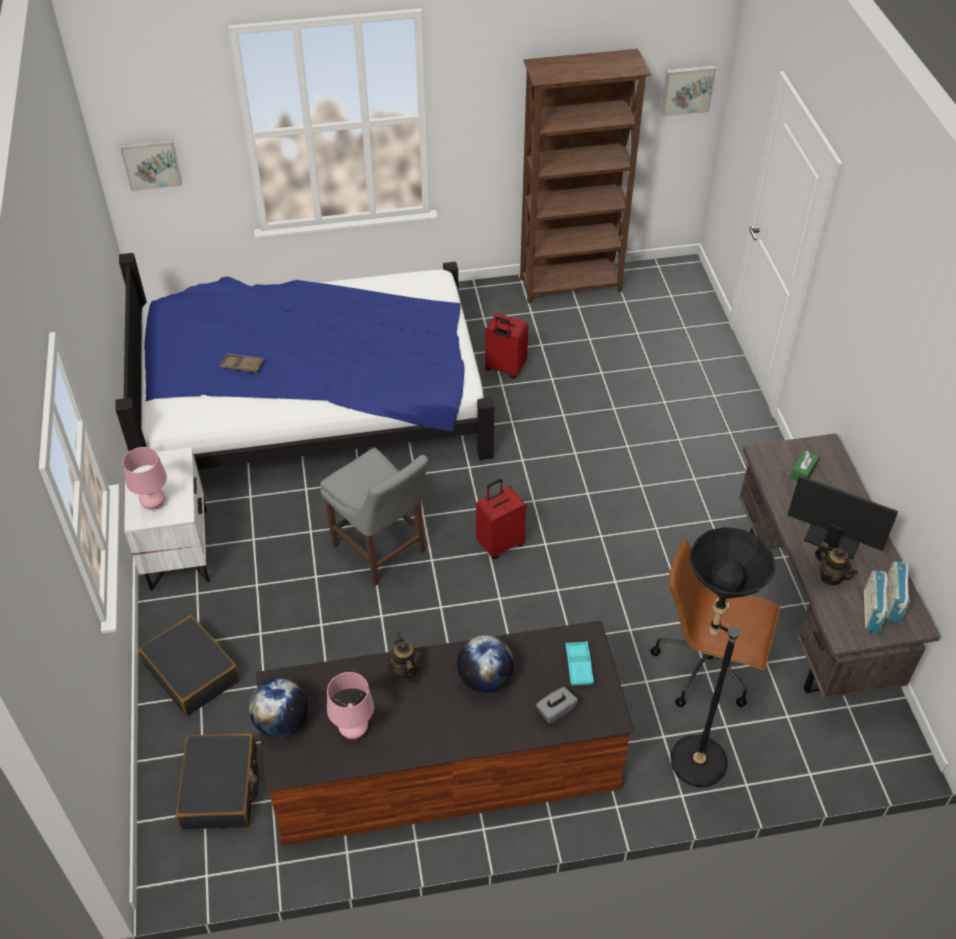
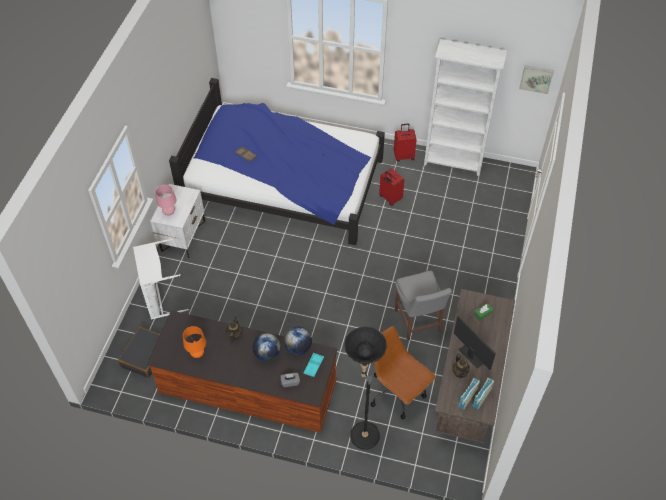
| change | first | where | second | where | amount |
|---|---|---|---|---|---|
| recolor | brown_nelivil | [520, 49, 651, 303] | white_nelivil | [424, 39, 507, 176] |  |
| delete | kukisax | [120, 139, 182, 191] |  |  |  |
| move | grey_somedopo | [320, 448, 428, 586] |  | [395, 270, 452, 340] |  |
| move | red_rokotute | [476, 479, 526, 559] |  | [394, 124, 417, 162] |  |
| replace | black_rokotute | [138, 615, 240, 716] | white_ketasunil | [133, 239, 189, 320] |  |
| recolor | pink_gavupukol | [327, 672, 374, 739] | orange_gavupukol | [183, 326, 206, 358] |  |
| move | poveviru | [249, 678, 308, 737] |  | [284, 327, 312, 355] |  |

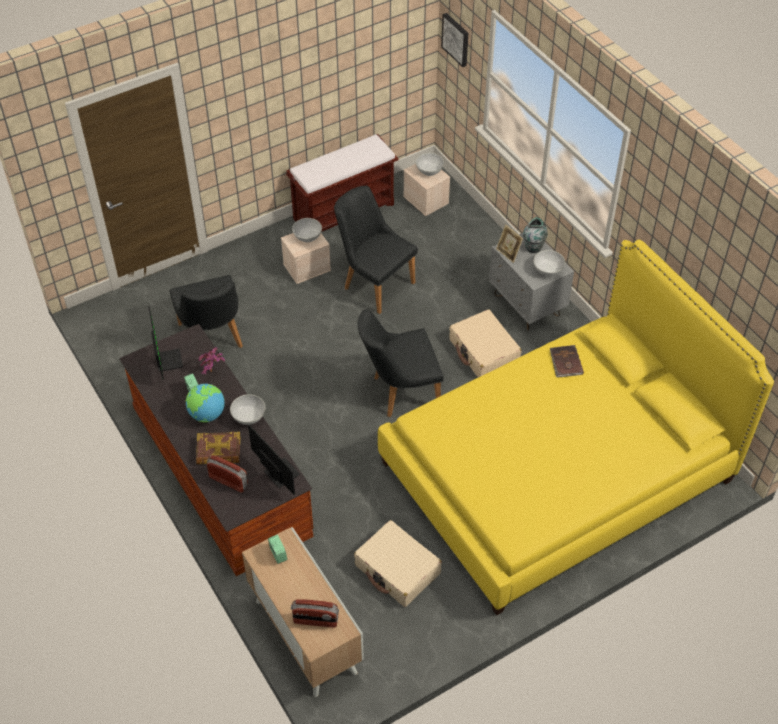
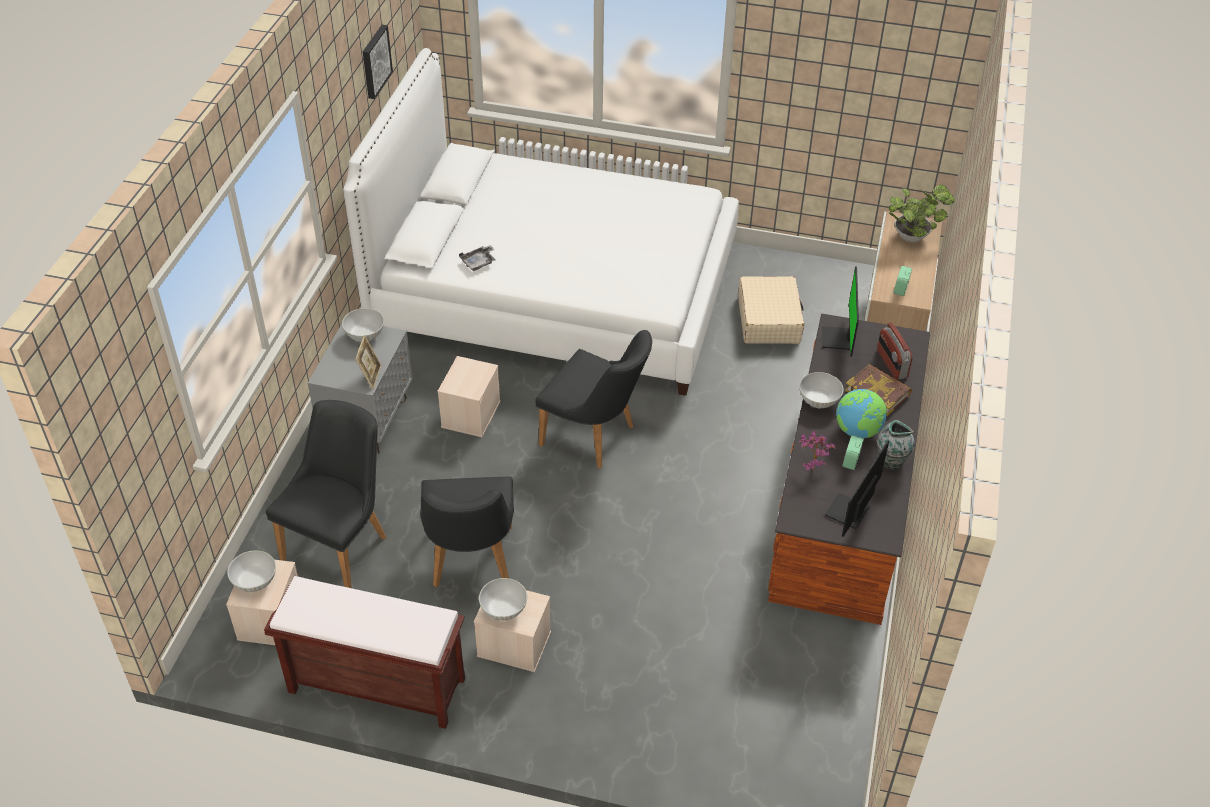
| change | first | where | second | where | amount |
|---|---|---|---|---|---|
| move | kukisax | [441, 13, 468, 67] |  | [363, 25, 393, 99] |  |
| move | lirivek | [523, 217, 548, 253] |  | [877, 420, 914, 470] |  |
| recolor | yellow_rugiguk | [378, 240, 774, 615] | white_rugiguk | [343, 48, 739, 396] |  |
| move | black_somedopo | [169, 275, 243, 348] |  | [266, 400, 386, 588] |  |
| replace | beige_rokotute | [449, 309, 521, 377] | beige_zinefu | [437, 356, 500, 437] |  |
| replace | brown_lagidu | [550, 345, 584, 378] | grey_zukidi | [459, 245, 496, 271] |  |
| replace | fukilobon | [291, 599, 339, 628] | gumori | [889, 184, 955, 243] |  |

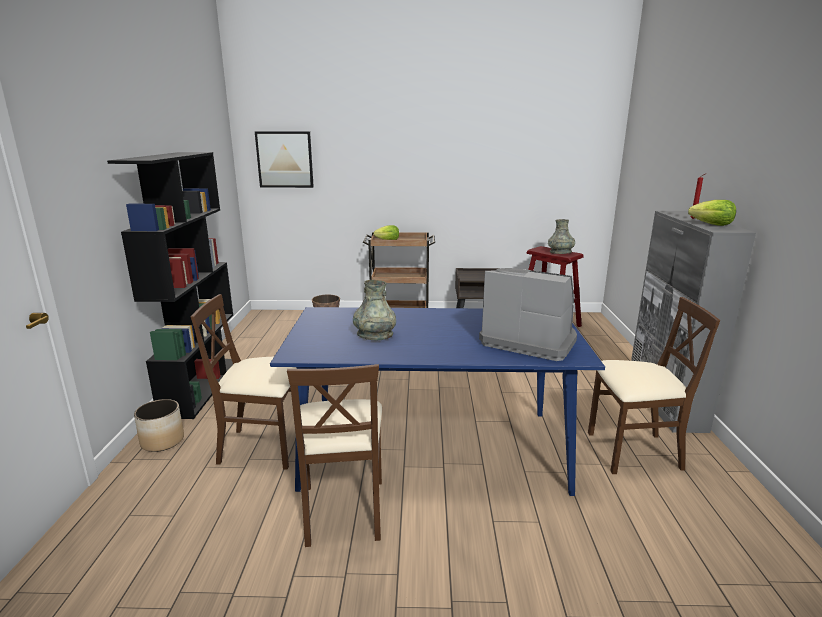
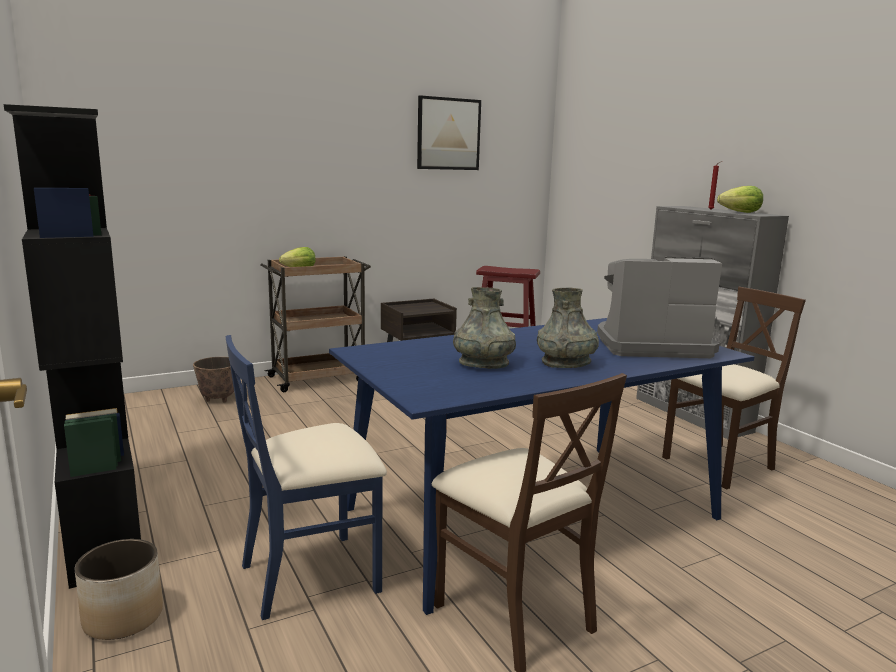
| change | first | where | second | where | amount |
|---|---|---|---|---|---|
| move | kukisax | [255, 131, 314, 188] |  | [417, 95, 481, 170] |  |
| move | grey_lirivek | [548, 219, 575, 254] |  | [537, 288, 599, 368] |  |
| recolor | brown_somedopo | [191, 294, 296, 470] | blue_somedopo | [226, 335, 387, 620] |  |

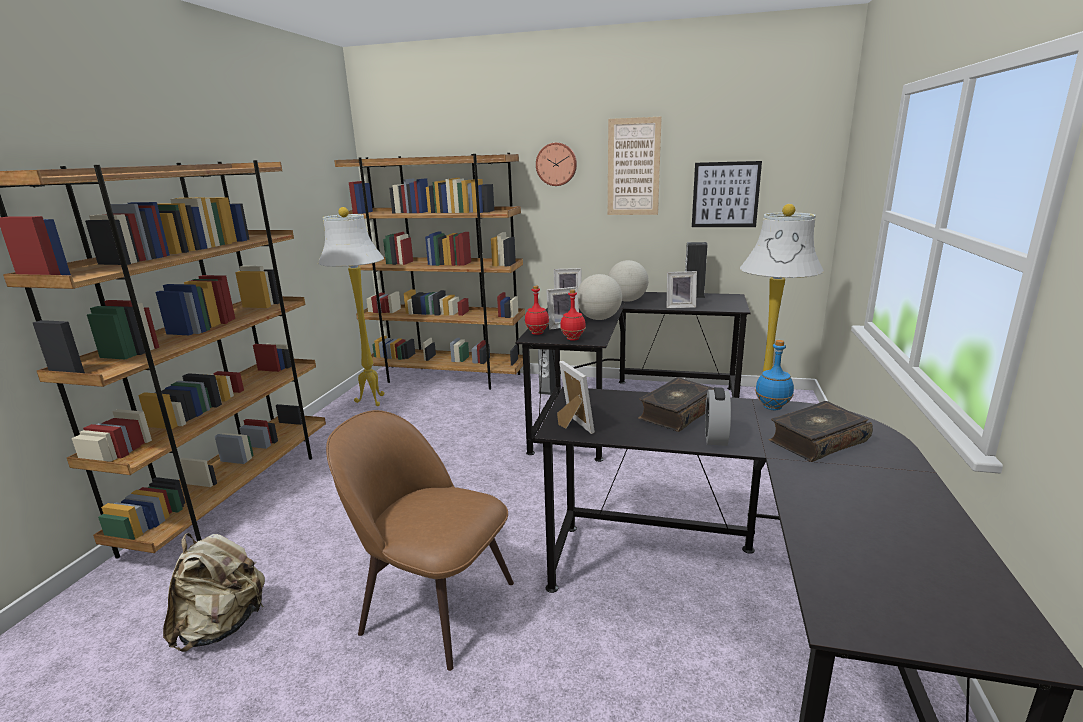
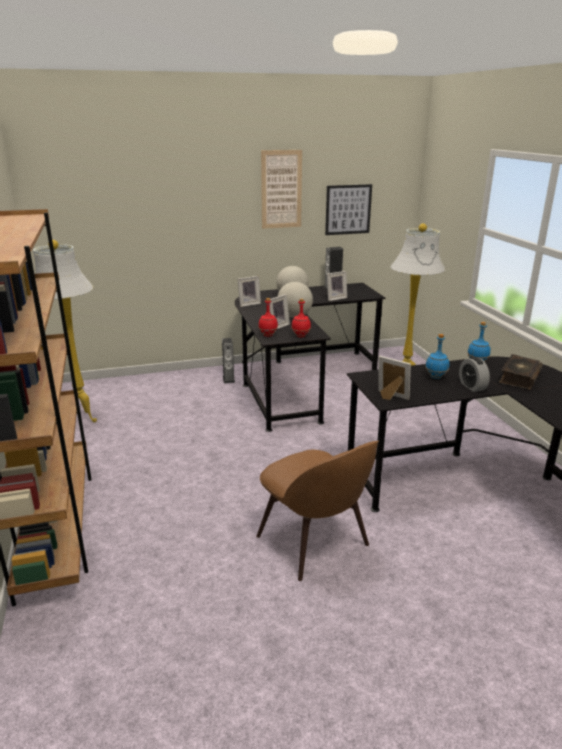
| change | first | where | second | where | amount |
|---|---|---|---|---|---|
| delete | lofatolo | [536, 143, 577, 186] |  |  |  |
| delete | brown_nelivil | [334, 153, 525, 390] |  |  |  |
| replace | lagidu | [638, 377, 714, 432] | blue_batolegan | [425, 334, 449, 379] |  |
| rotate | brown_somedopo | [326, 410, 514, 671] |  | [256, 441, 379, 581] | 120 degrees counterclockwise |
| delete | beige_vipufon | [163, 533, 265, 652] |  |  |  |

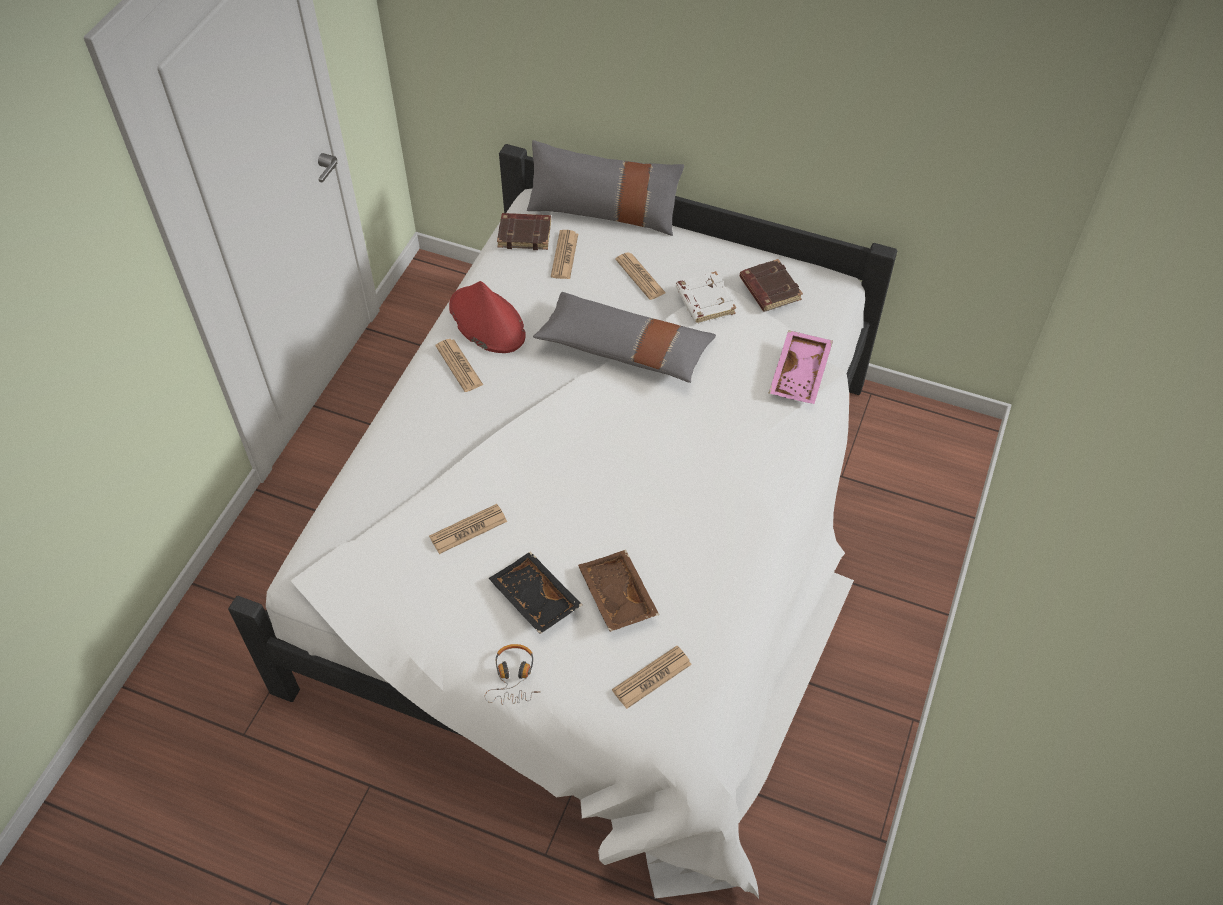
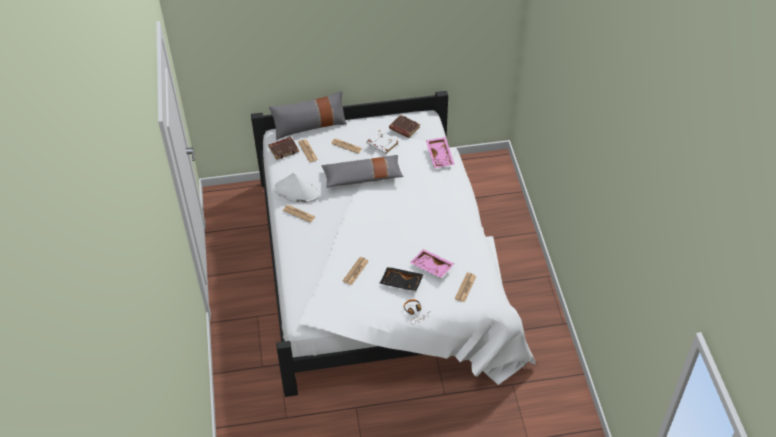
| change | first | where | second | where | amount |
|---|---|---|---|---|---|
| recolor | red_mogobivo | [449, 281, 526, 353] | white_mogobivo | [274, 173, 320, 203] |  |
| recolor | brown_zukidi | [578, 550, 659, 632] | pink_zukidi | [410, 249, 454, 278] |  |

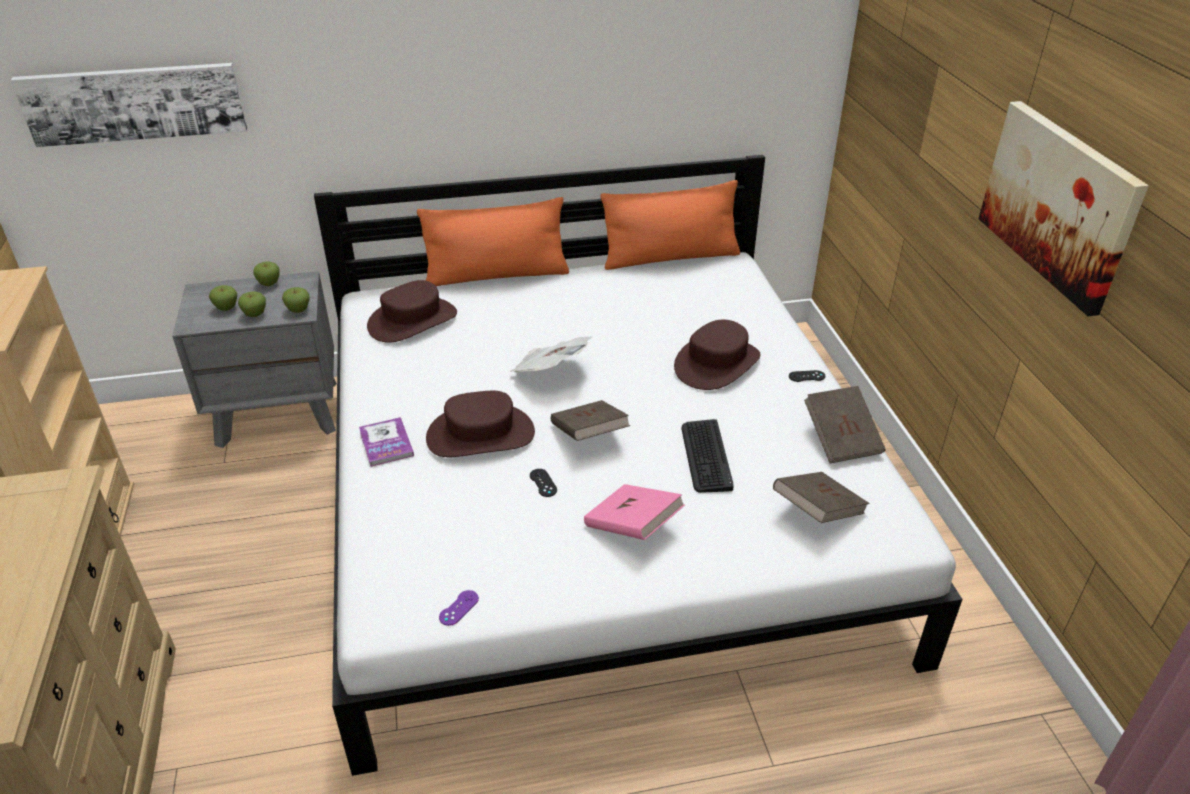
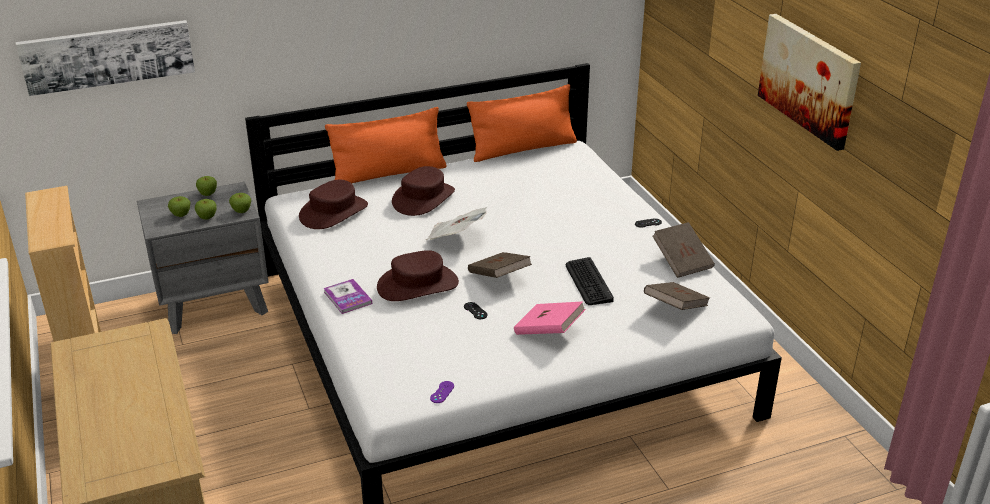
| change | first | where | second | where | amount |
|---|---|---|---|---|---|
| move | brown_mogobivo | [674, 320, 761, 390] |  | [392, 166, 455, 216] |  |

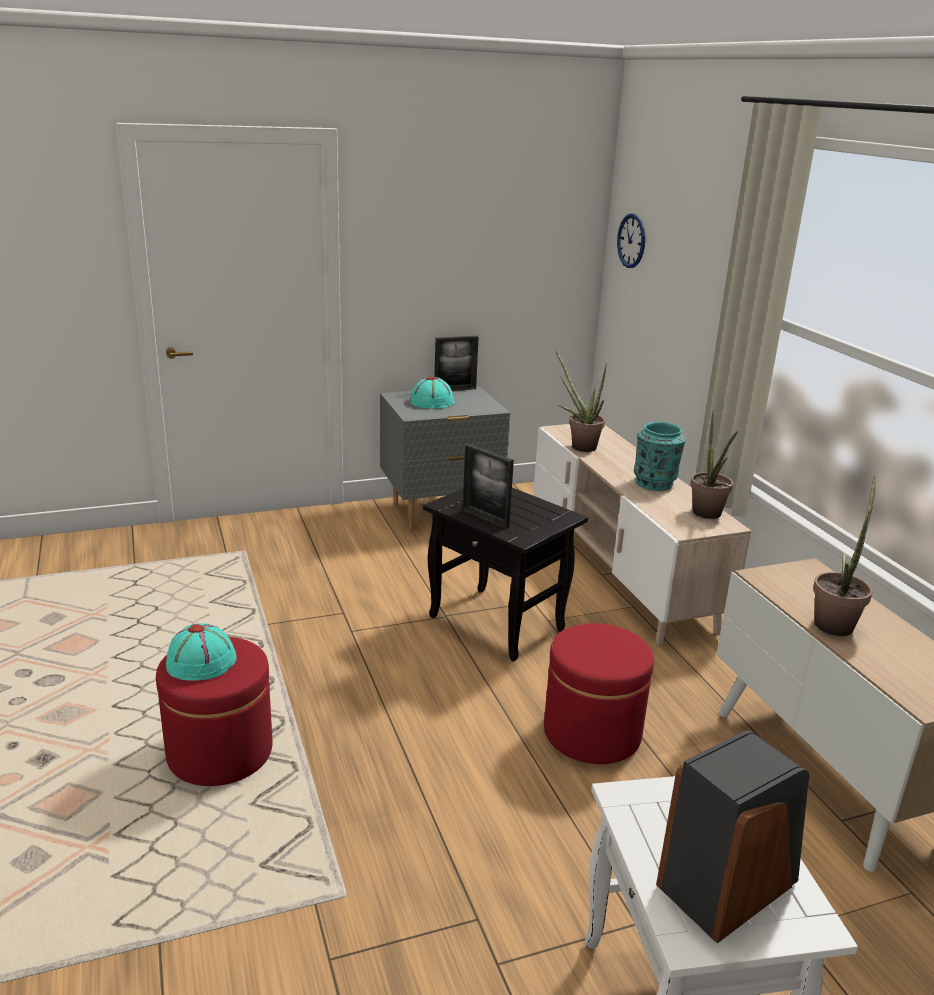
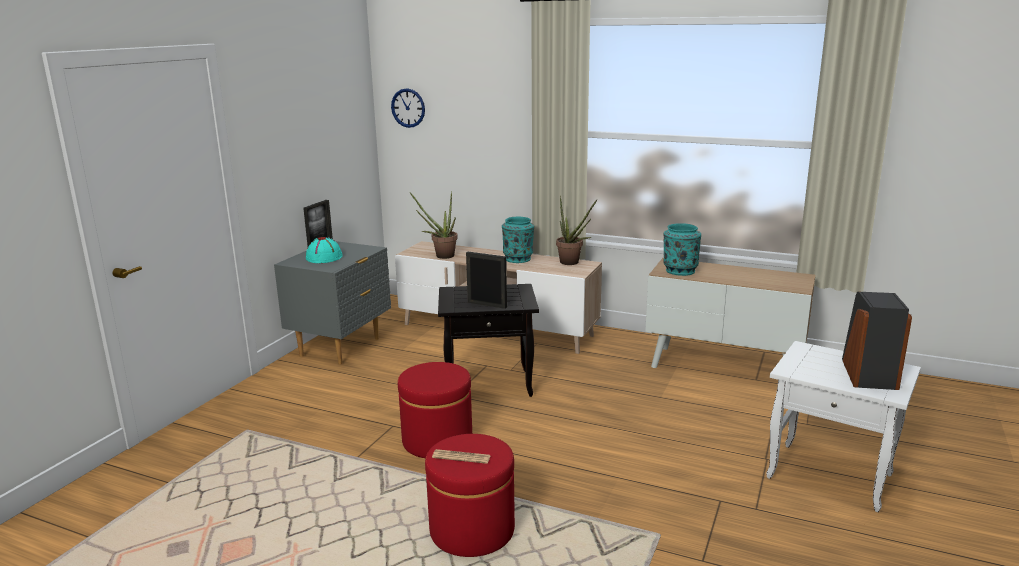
| change | first | where | second | where | amount |
|---|---|---|---|---|---|
| rotate | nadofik | [462, 444, 514, 529] |  | [466, 252, 507, 309] | 150 degrees counterclockwise |
| delete | gumori | [813, 477, 875, 636] |  |  |  |
| replace | turquoise_mogobivo | [166, 623, 237, 681] | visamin | [432, 449, 491, 464] |  |
| move | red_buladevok | [544, 623, 654, 764] |  | [398, 362, 472, 458] |  |
| insert |  |  | turquoise_lirivek | [663, 223, 701, 276] |  |

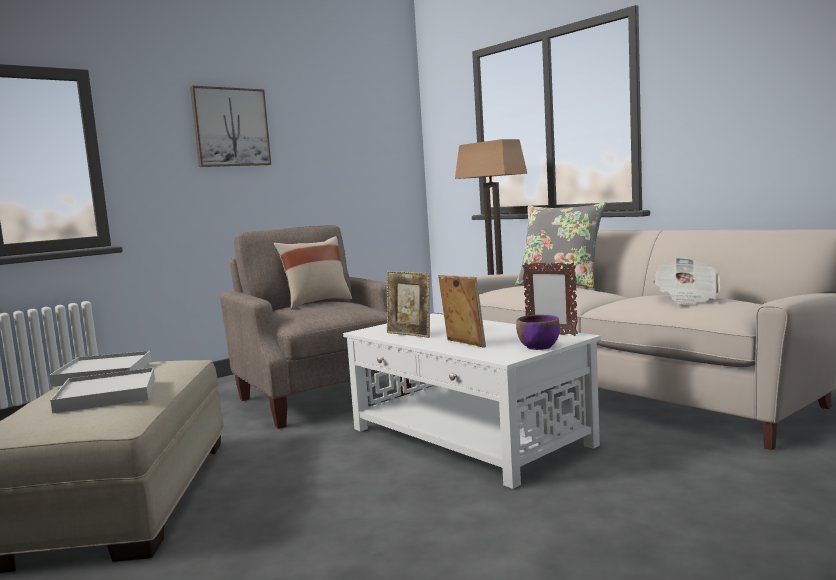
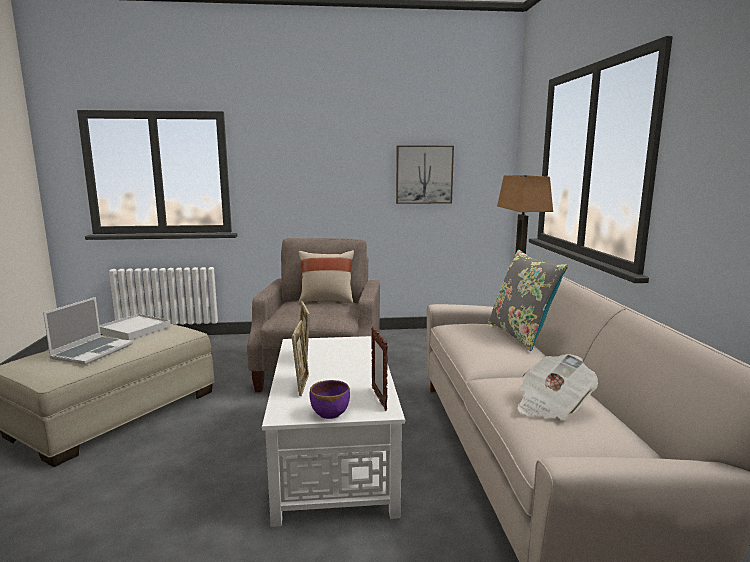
| change | first | where | second | where | amount |
|---|---|---|---|---|---|
| move | kukisax | [190, 86, 271, 167] |  | [396, 145, 454, 204] |  |
| replace | white_zukidi | [50, 367, 155, 413] | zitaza | [43, 297, 133, 365] |  |

